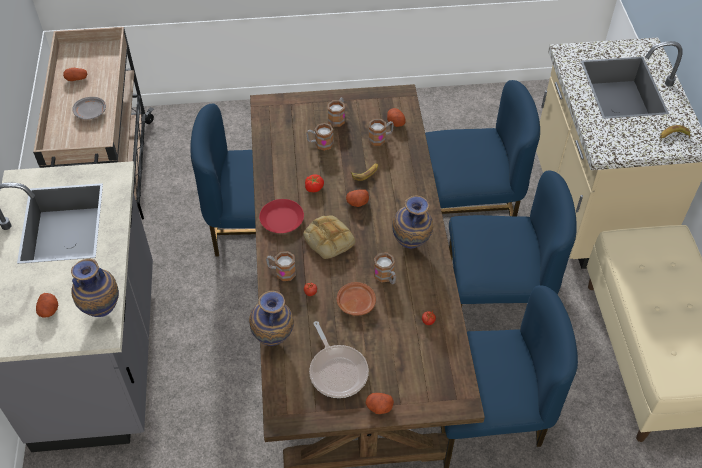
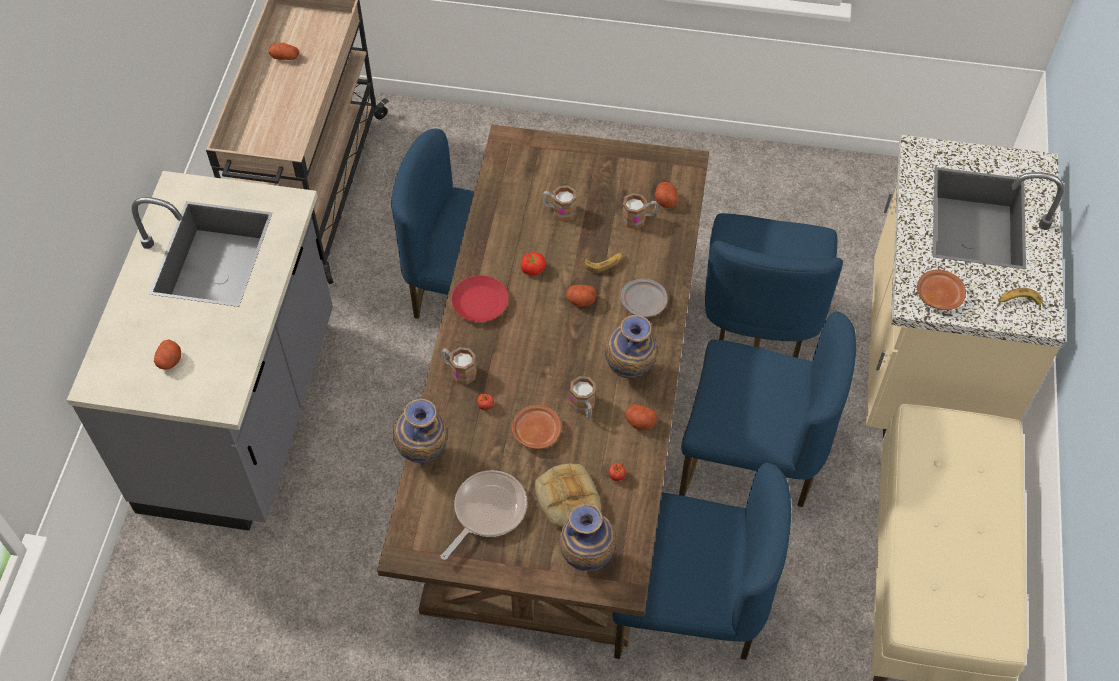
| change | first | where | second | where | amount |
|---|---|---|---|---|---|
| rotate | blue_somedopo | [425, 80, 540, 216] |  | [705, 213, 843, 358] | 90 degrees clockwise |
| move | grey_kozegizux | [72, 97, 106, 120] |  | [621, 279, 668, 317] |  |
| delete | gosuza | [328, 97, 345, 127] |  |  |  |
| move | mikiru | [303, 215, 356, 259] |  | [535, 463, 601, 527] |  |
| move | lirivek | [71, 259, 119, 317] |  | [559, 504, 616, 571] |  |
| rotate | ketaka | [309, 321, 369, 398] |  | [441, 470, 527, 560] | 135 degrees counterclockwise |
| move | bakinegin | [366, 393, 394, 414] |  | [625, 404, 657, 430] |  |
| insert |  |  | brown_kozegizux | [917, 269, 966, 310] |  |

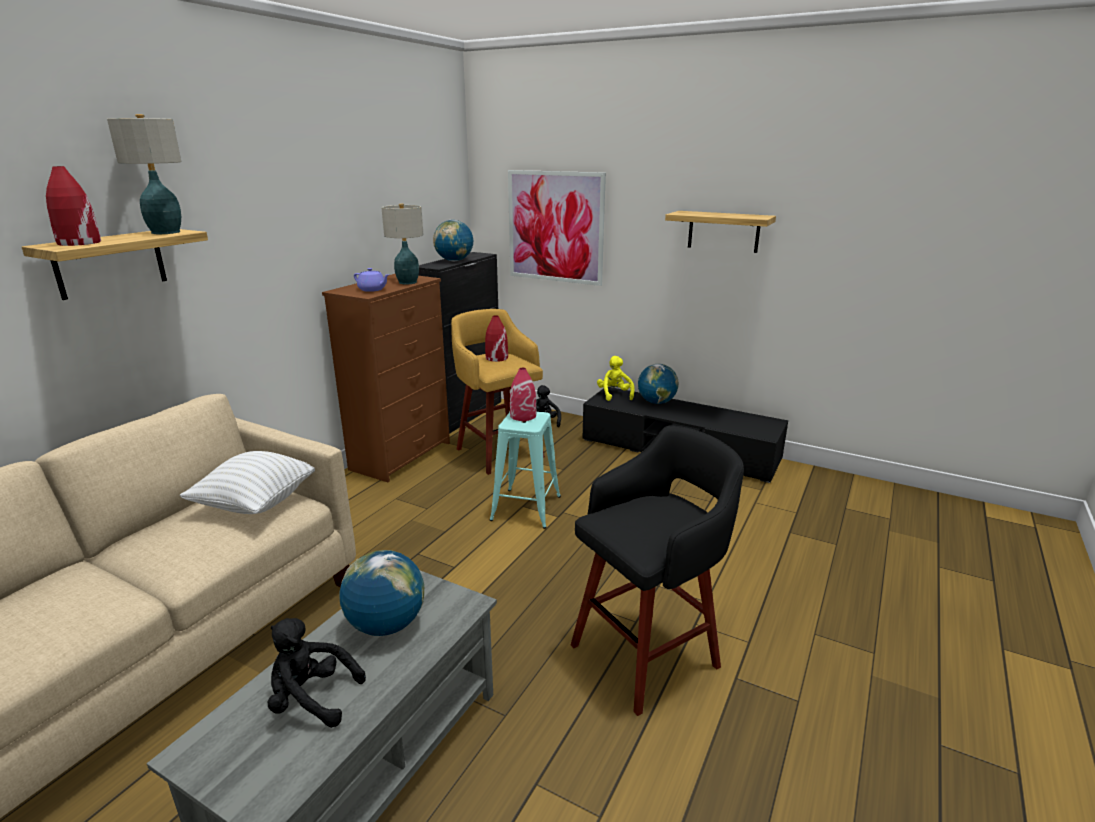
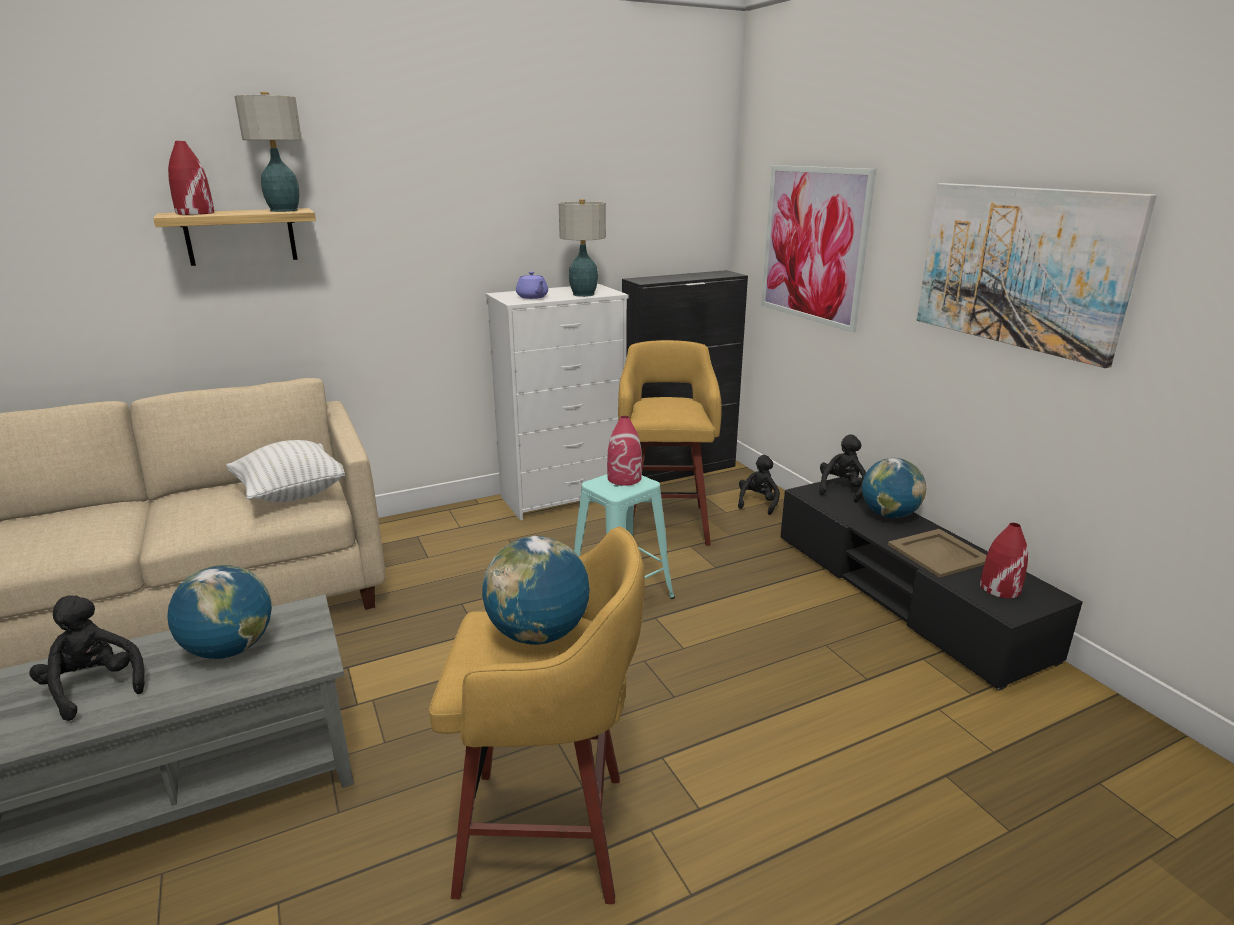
| change | first | where | second | where | amount |
|---|---|---|---|---|---|
| replace | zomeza | [665, 211, 776, 253] | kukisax | [917, 183, 1157, 368] |  |
| move | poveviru | [433, 220, 473, 261] |  | [482, 536, 590, 645] |  |
| recolor | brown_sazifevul | [322, 274, 450, 482] | white_sazifevul | [485, 284, 629, 520] |  |
| move | red_lirivek | [485, 315, 508, 362] |  | [980, 523, 1028, 598] |  |
| recolor | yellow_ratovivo | [597, 356, 635, 401] | black_ratovivo | [819, 434, 866, 503] |  |
| recolor | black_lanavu | [571, 425, 744, 716] | yellow_lanavu | [429, 527, 645, 904] |  |
| insert |  |  | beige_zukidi | [888, 529, 987, 578] |  |

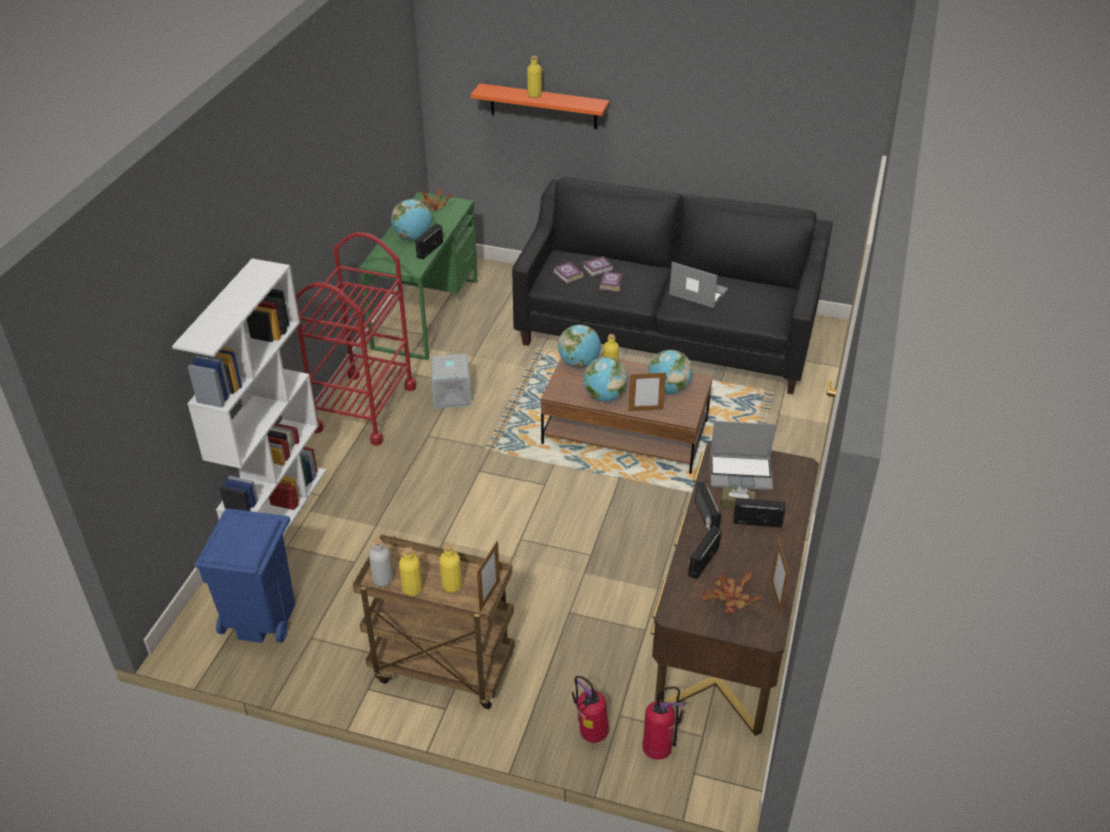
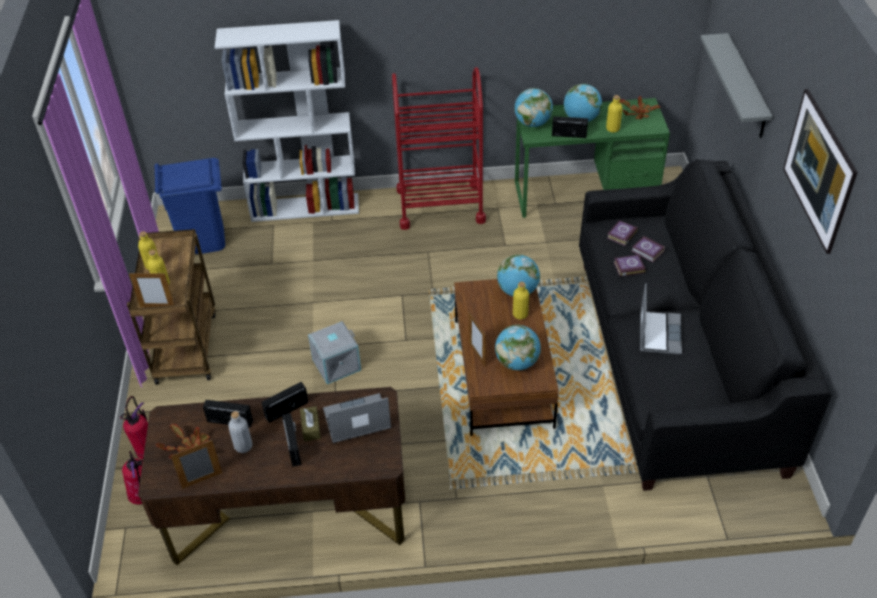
| change | first | where | second | where | amount |
|---|---|---|---|---|---|
| move | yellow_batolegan | [527, 56, 542, 98] |  | [606, 95, 623, 133] |  |
| recolor | orange_zomeza | [471, 83, 609, 129] | grey_zomeza | [700, 33, 773, 138] |  |
| move | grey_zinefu | [431, 353, 471, 409] |  | [308, 321, 361, 384] |  |
| move | poveviru | [583, 357, 628, 402] |  | [514, 88, 553, 127] |  |
| rotate | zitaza | [710, 421, 776, 490] |  | [323, 393, 391, 443] | 90 degrees clockwise |
| move | grey_batolegan | [369, 538, 393, 587] |  | [228, 411, 253, 453] |  |
| insert |  |  | kukisax | [783, 89, 858, 254] |  |

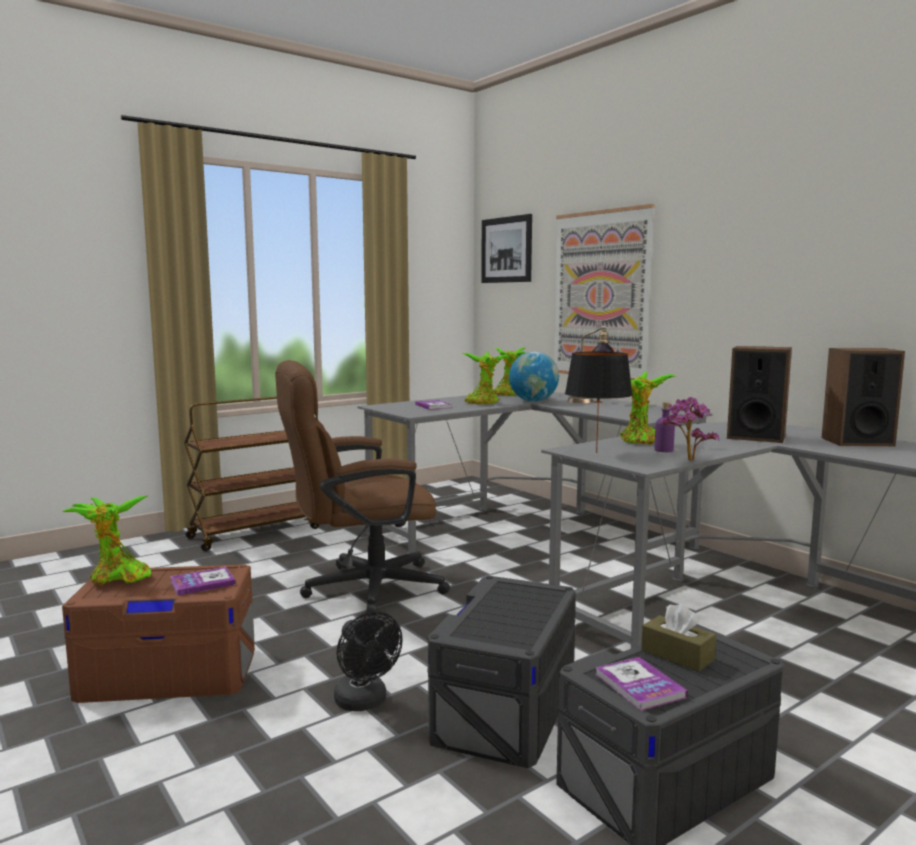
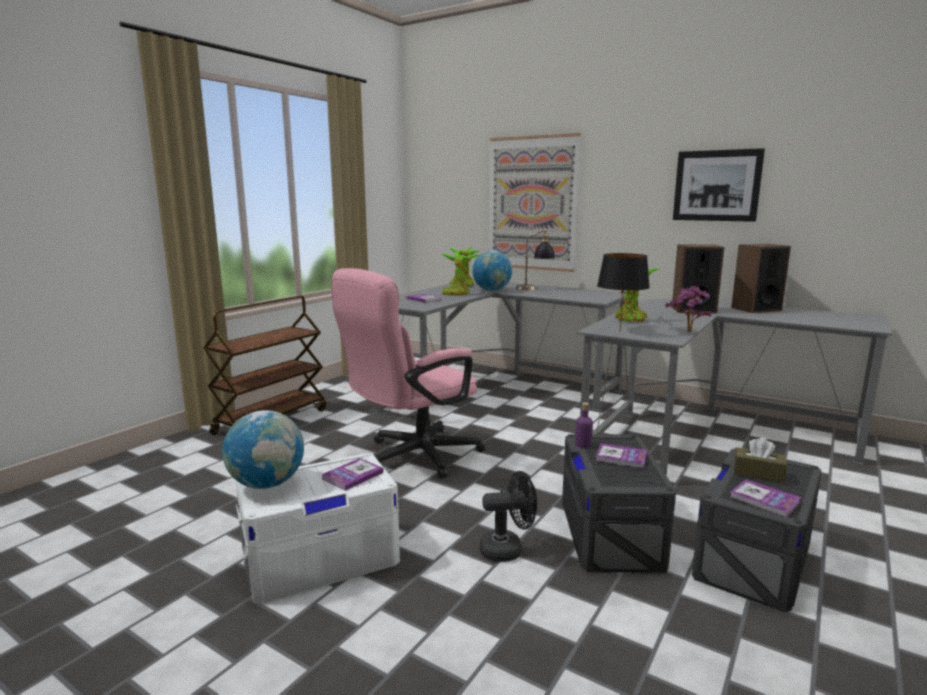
| change | first | where | second | where | amount |
|---|---|---|---|---|---|
| move | kukisax | [481, 214, 532, 283] |  | [673, 148, 765, 222] |  |
| recolor | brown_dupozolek | [276, 360, 450, 615] | pink_dupozolek | [331, 268, 485, 479] |  |
| move | purple_batolegan | [655, 402, 675, 452] |  | [575, 402, 593, 448] |  |
| replace | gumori | [62, 496, 151, 586] | poveviru | [222, 410, 304, 489] |  |
| recolor | brown_zinefu | [62, 564, 255, 703] | white_zinefu | [236, 453, 400, 604] |  |
| rotate | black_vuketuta | [334, 611, 403, 711] |  | [479, 471, 537, 562] | 45 degrees counterclockwise |
| insert |  |  | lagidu | [596, 443, 647, 468] |  |

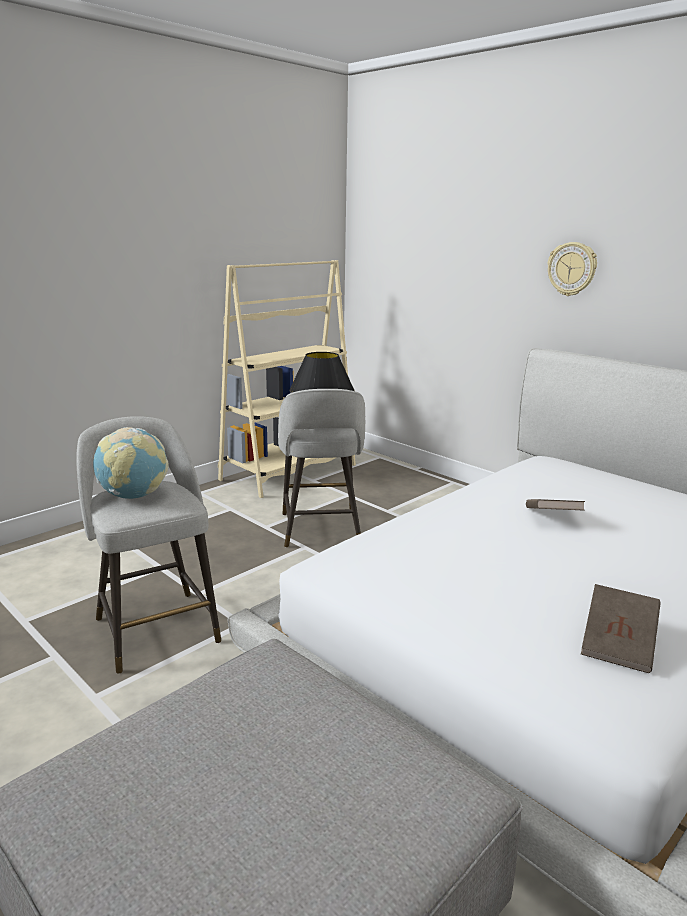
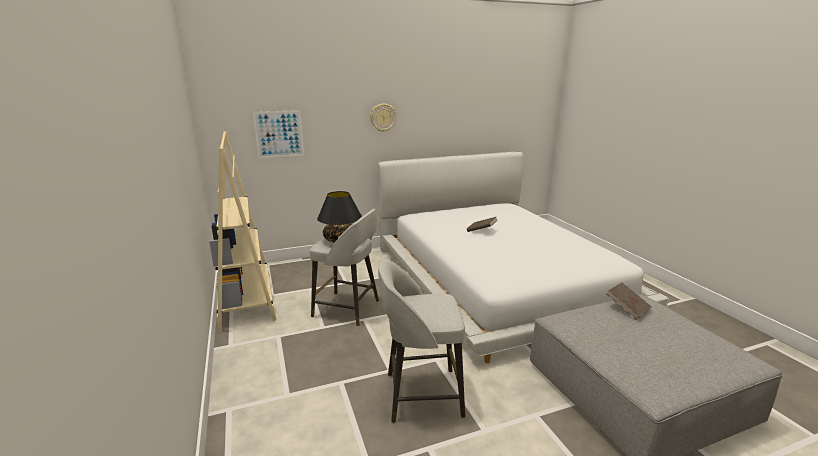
| change | first | where | second | where | amount |
|---|---|---|---|---|---|
| delete | poveviru | [93, 427, 169, 499] |  |  |  |
| move | brown_lagidu | [581, 584, 661, 673] |  | [606, 282, 652, 320] |  |
| insert |  |  | kukisax | [253, 110, 304, 158] |  |

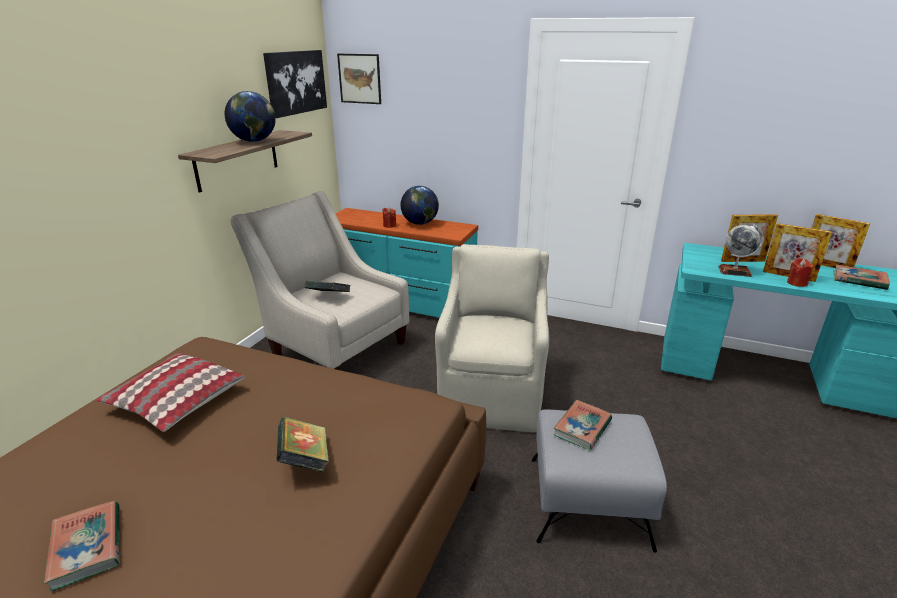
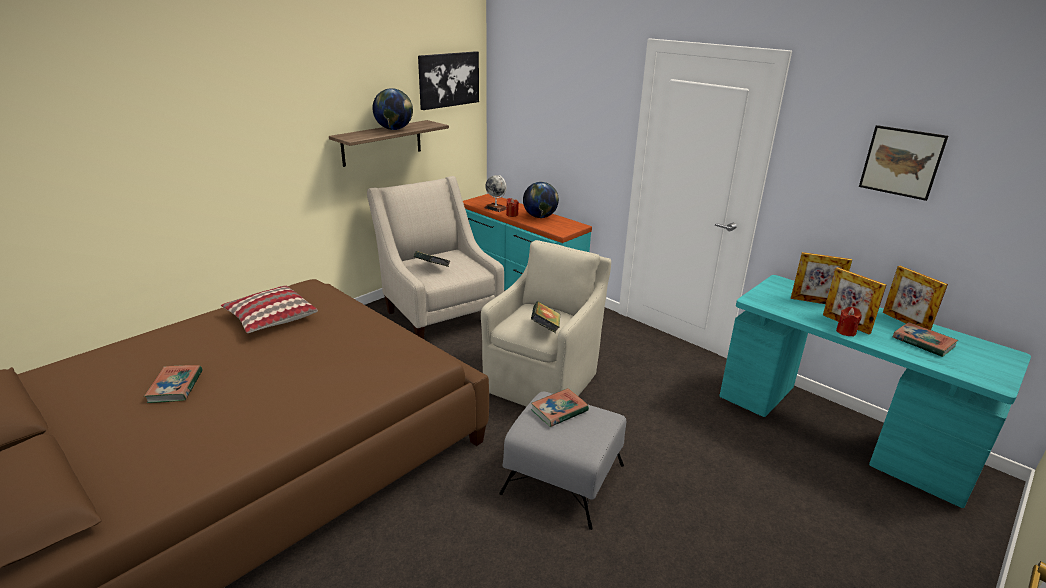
| change | first | where | second | where | amount |
|---|---|---|---|---|---|
| move | kukisax | [337, 54, 381, 104] |  | [859, 125, 948, 201] |  |
| move | poveviru | [718, 224, 764, 277] |  | [485, 175, 507, 212] |  |
| move | lagidu | [276, 417, 329, 472] |  | [531, 301, 560, 333] |  |

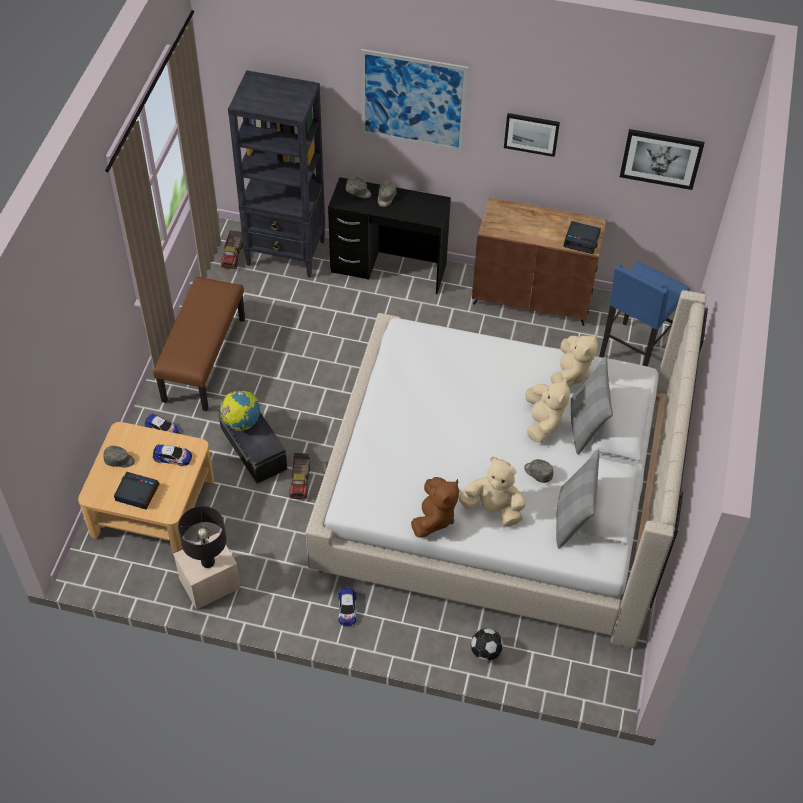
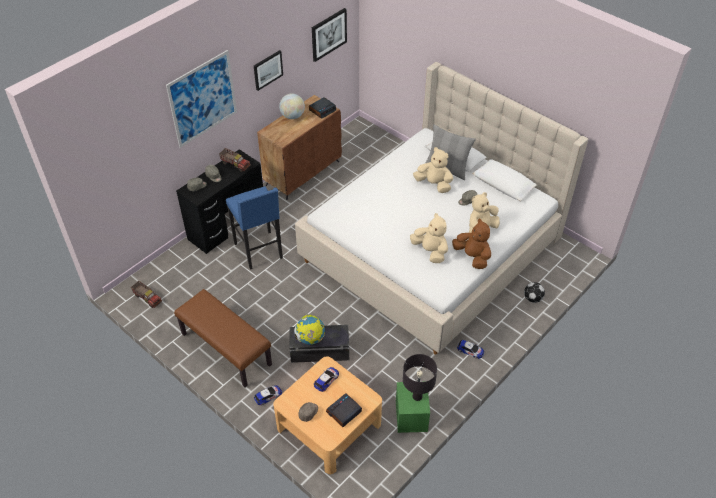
| change | first | where | second | where | amount |
|---|---|---|---|---|---|
| delete | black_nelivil | [228, 70, 325, 278] |  |  |  |
| move | blue_lanavu | [599, 262, 690, 367] |  | [226, 186, 283, 270] |  |
| move | beige_ratovivo | [551, 333, 598, 387] |  | [410, 213, 448, 263] |  |
| delete | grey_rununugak | [556, 450, 600, 548] |  |  |  |
| move | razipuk | [289, 453, 310, 499] |  | [219, 148, 250, 172] |  |
| recolor | beige_zinefu | [173, 533, 241, 610] | green_zinefu | [396, 381, 430, 433] |  |
| insert |  |  | poveviru | [279, 93, 305, 119] |  |

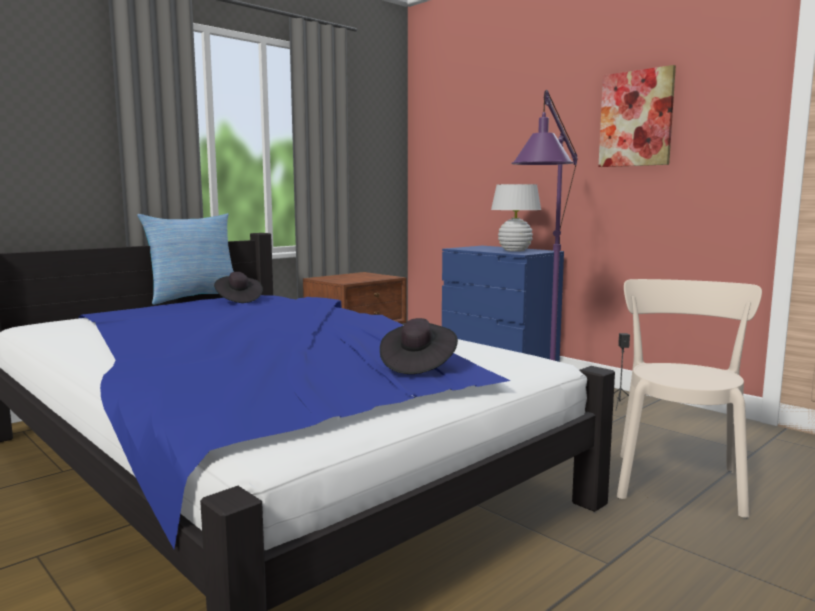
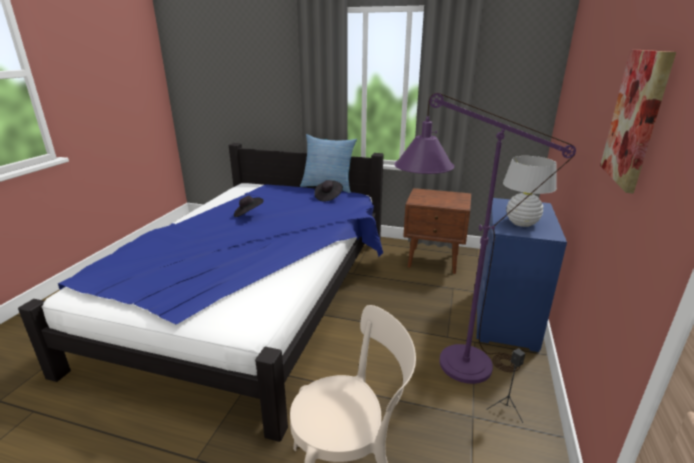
| change | first | where | second | where | amount |
|---|---|---|---|---|---|
| move | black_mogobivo | [380, 318, 458, 374] |  | [234, 196, 264, 217] |  |

